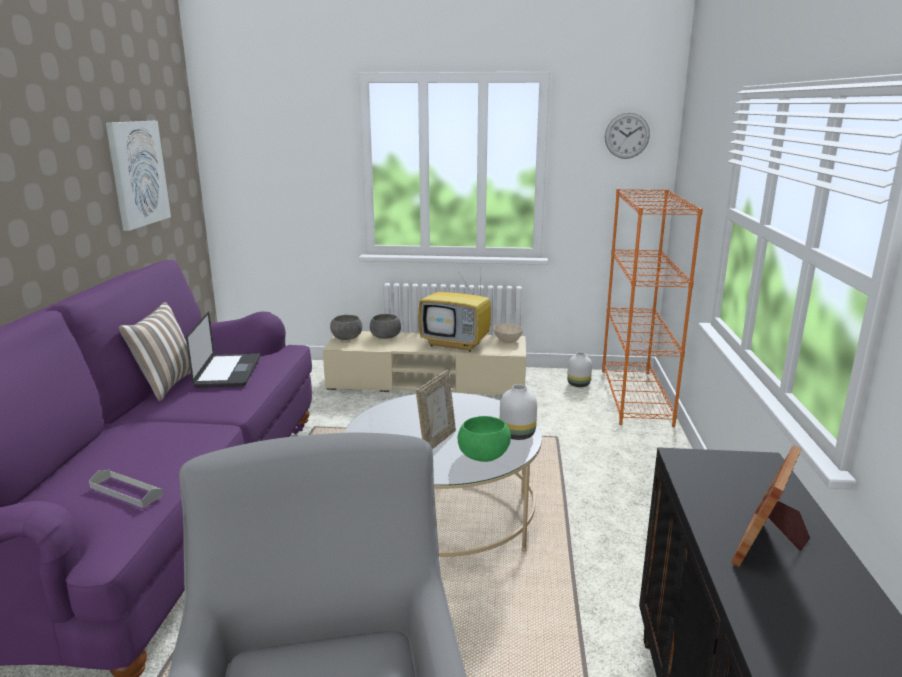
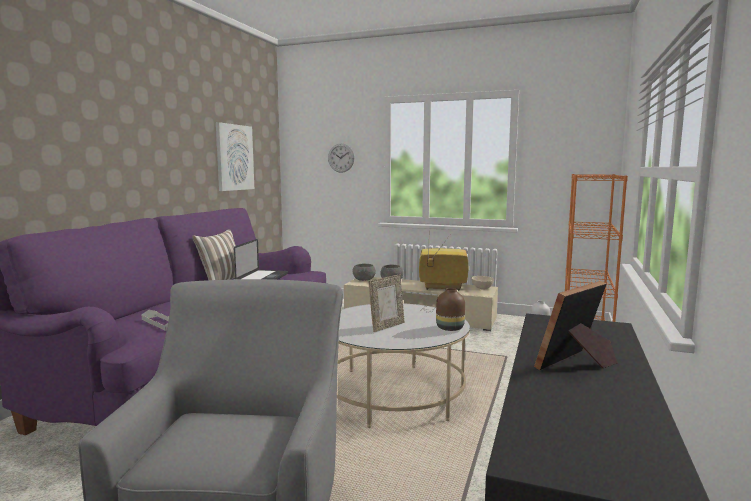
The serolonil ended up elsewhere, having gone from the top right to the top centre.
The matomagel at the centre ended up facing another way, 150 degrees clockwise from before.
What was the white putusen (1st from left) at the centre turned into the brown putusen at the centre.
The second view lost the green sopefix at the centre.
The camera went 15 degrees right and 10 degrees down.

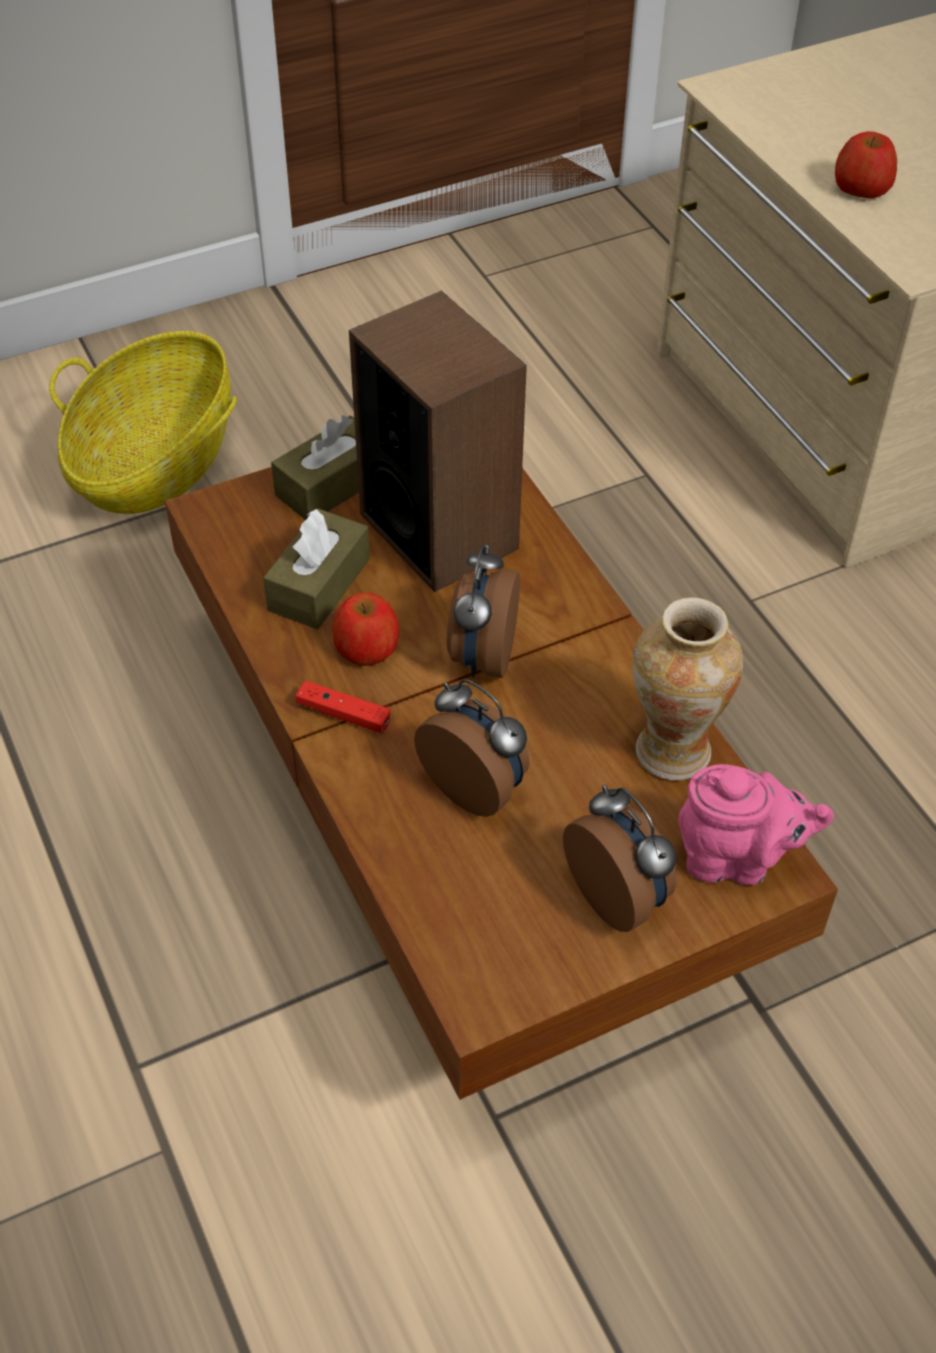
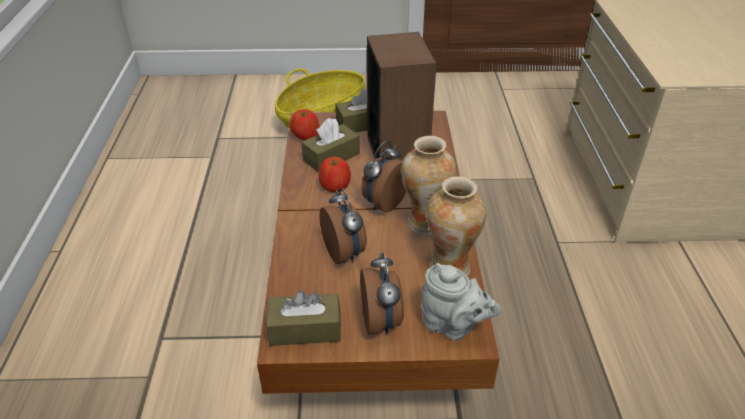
The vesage (2nd from left in the first image) ended up elsewhere, having gone from the top right to the top centre.
The second view lost the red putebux at the centre.
What was the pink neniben at the middle right turned into the grey neniben at the bottom centre.
The second view gained the putusen (1st from left) at the centre.
The second view gained the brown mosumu (1st from left) at the bottom centre.
The camera went 25 degrees right and 10 degrees down.

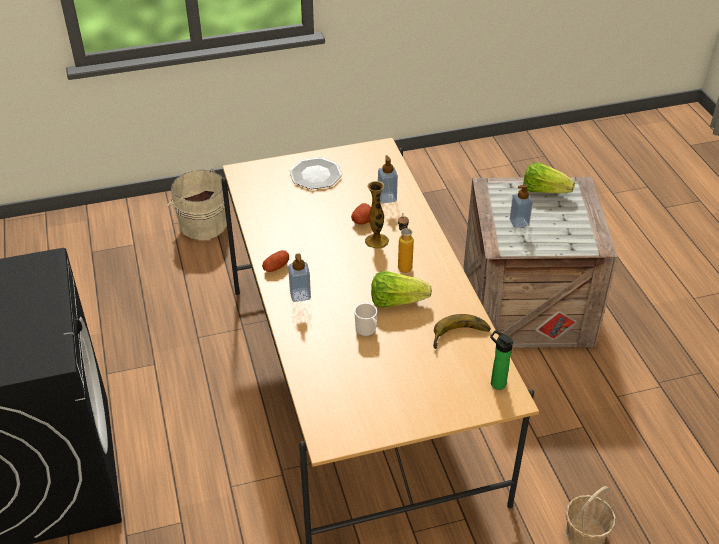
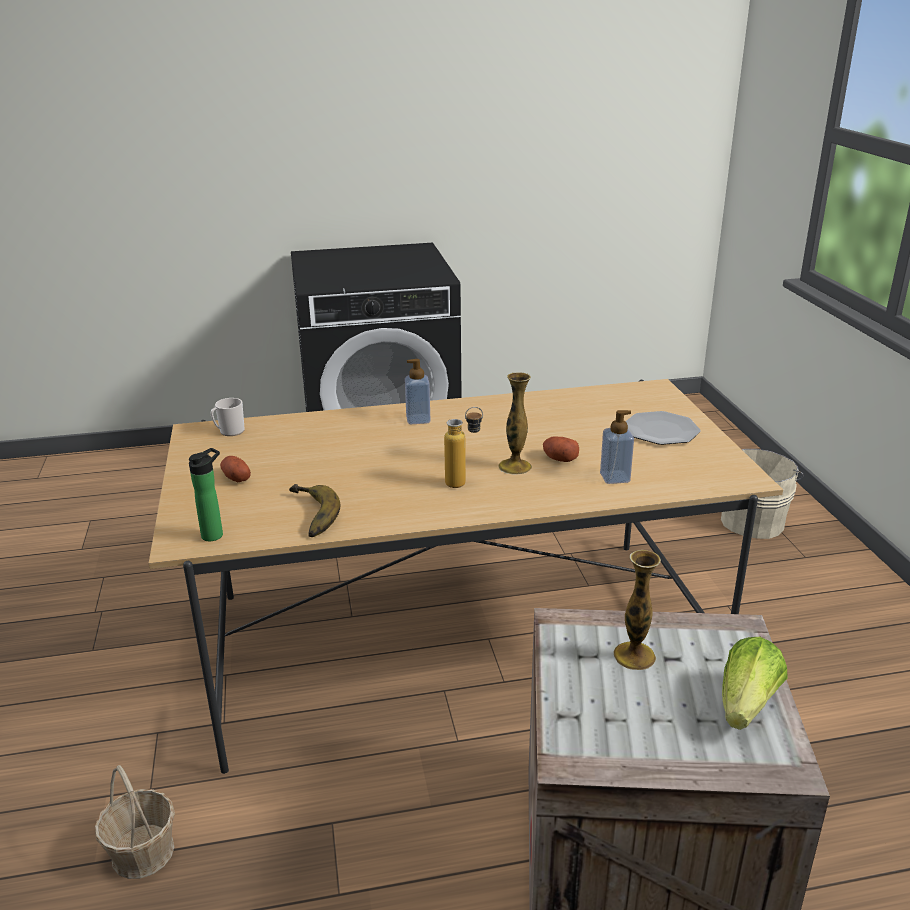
Where the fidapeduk (3rd from left) stood at the middle right, the putusen (2nd from left) came to stand at the bottom right.
The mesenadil (1st from left) ended up elsewhere, having gone from the centre to the middle left.
The second view lost the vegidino (1st from left) at the centre.
The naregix ended up elsewhere, having gone from the centre to the middle left.
The camera went 95 degrees right and 15 degrees down.

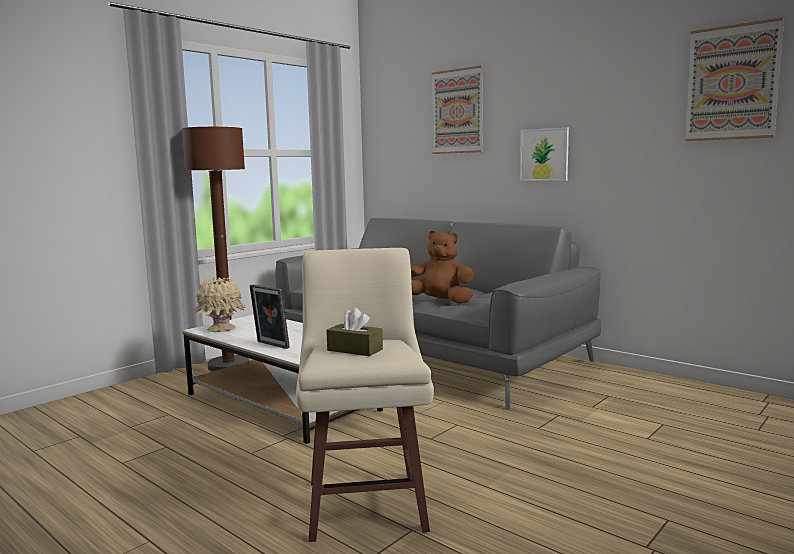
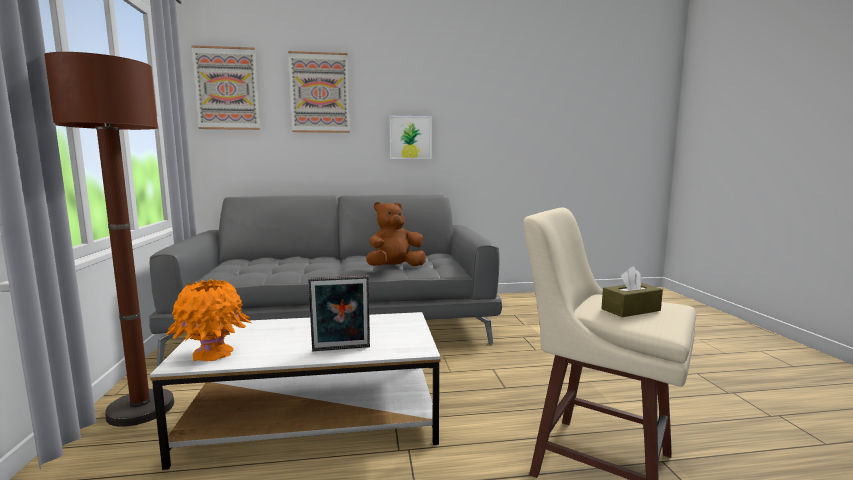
The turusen (3rd from left in the first image) ended up elsewhere, having gone from the top right to the top left.
What was the beige putusen at the middle left turned into the orange putusen at the bottom left.
The camera went 50 degrees left and 0 degrees up.

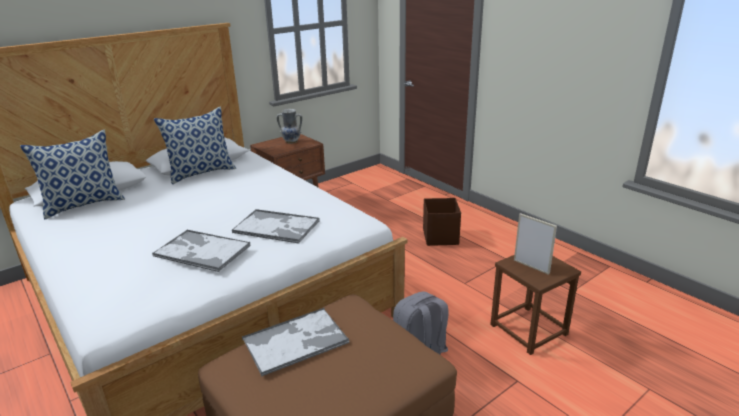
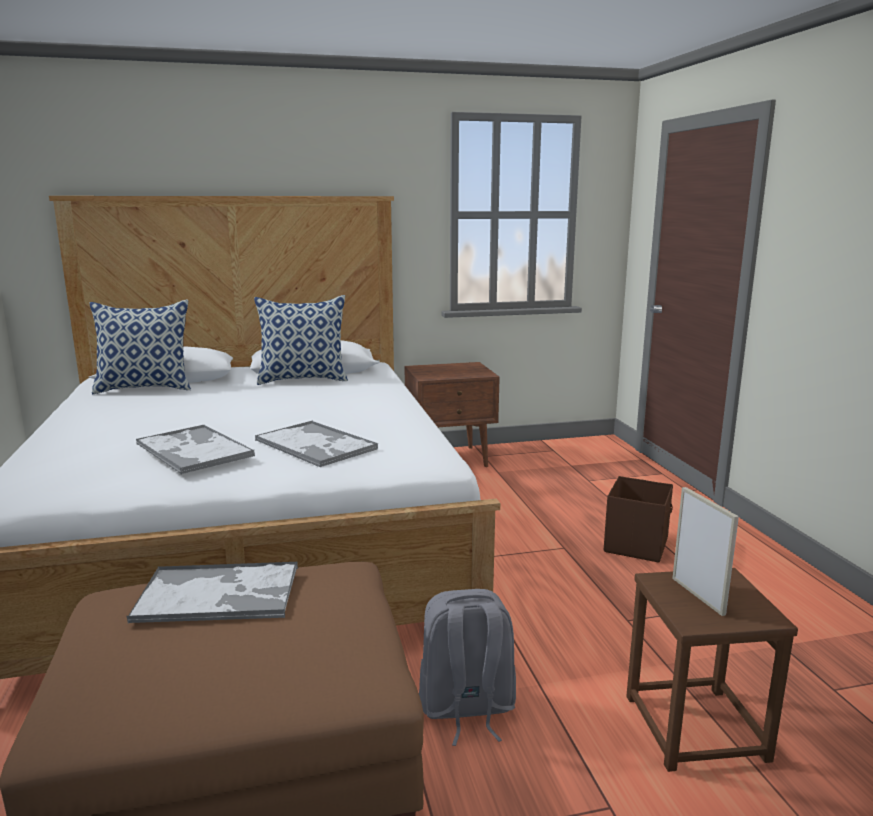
The second view lost the putusen at the top centre.
The camera went 25 degrees right and 10 degrees down.

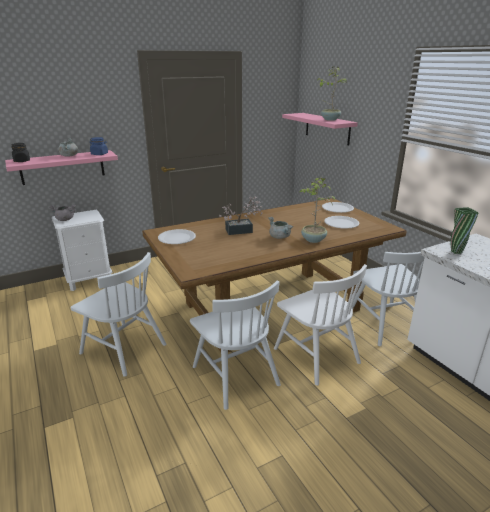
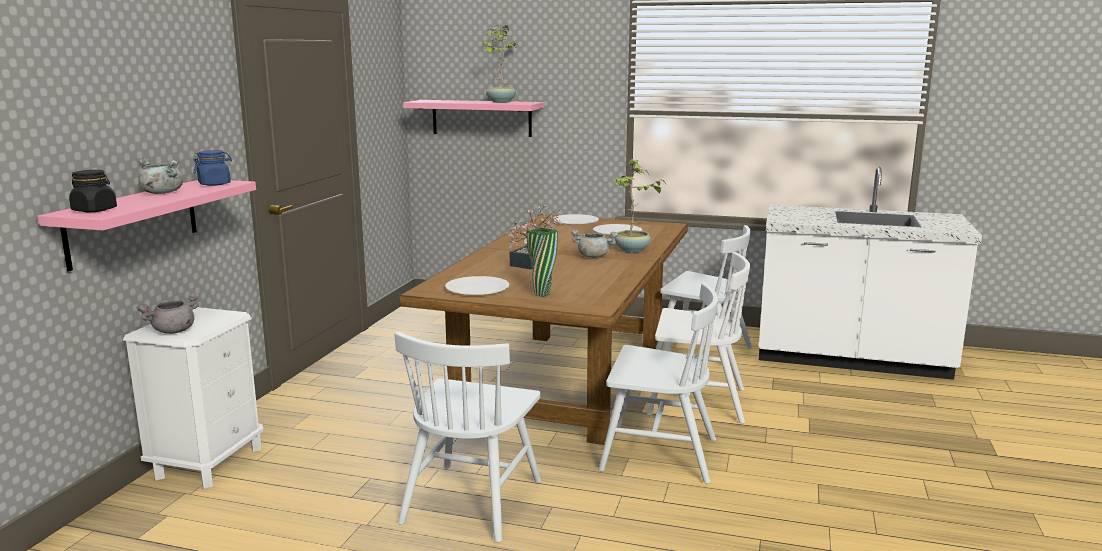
The green putusen ended up elsewhere, having gone from the middle right to the centre.
The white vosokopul (1st from left) at the middle left ended up facing another way, 120 degrees clockwise from before.
The camera went 45 degrees left and 10 degrees down.

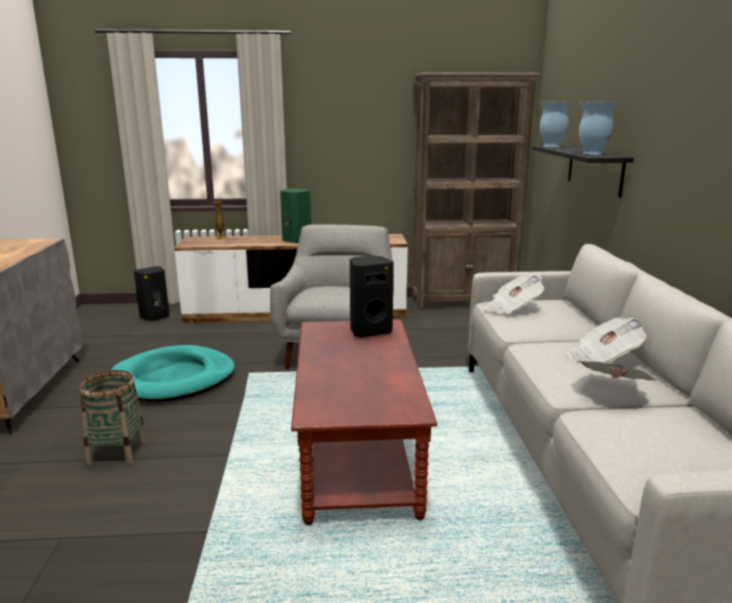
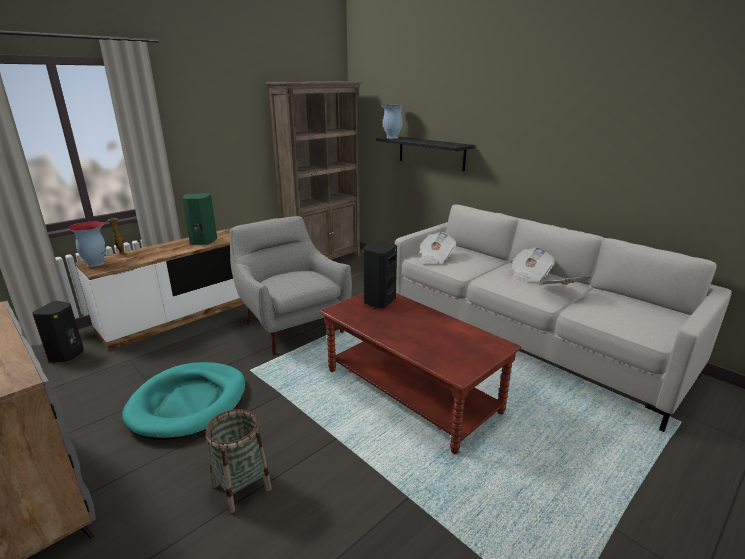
The putusen (3rd from left in the first image) ended up elsewhere, having gone from the top right to the middle left.
The camera went 40 degrees left and 5 degrees up.

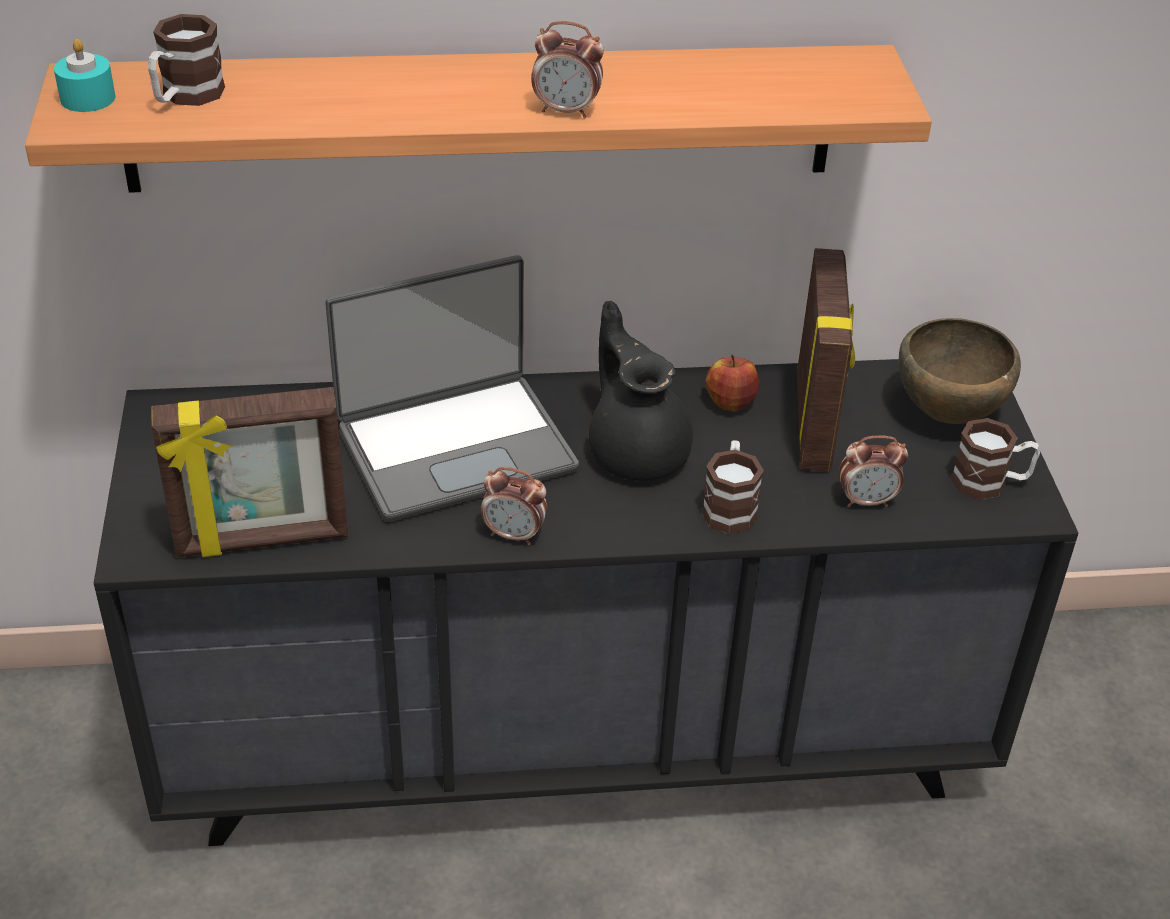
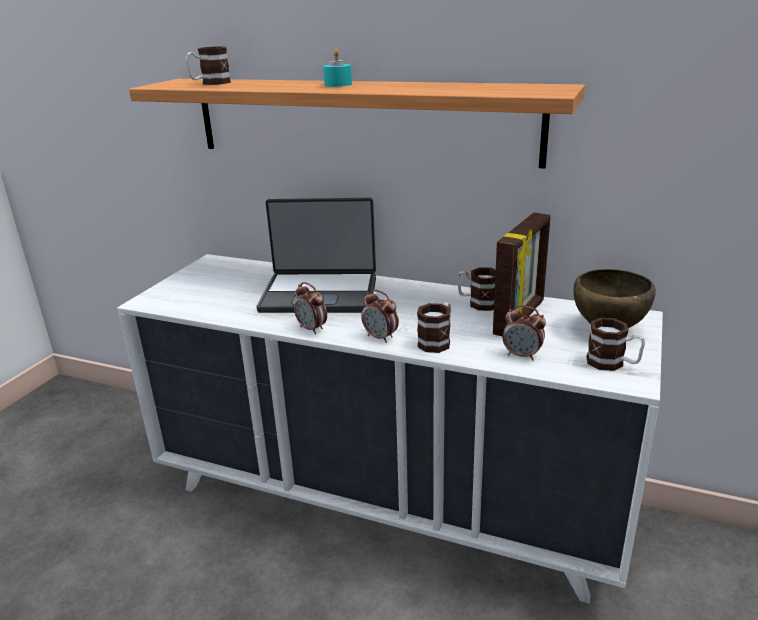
The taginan (2nd from left) ended up elsewhere, having gone from the top centre to the centre.
The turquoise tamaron ended up elsewhere, having gone from the top left to the top centre.
The second view lost the black neniben at the centre.
Where the vesage stood at the centre, the naregix (3rd from left) came to stand at the centre.
What was the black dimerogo at the centre turned into the white dimerogo at the bottom centre.
The second view lost the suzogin (1st from left) at the middle left.
The camera went 30 degrees right and 15 degrees down.

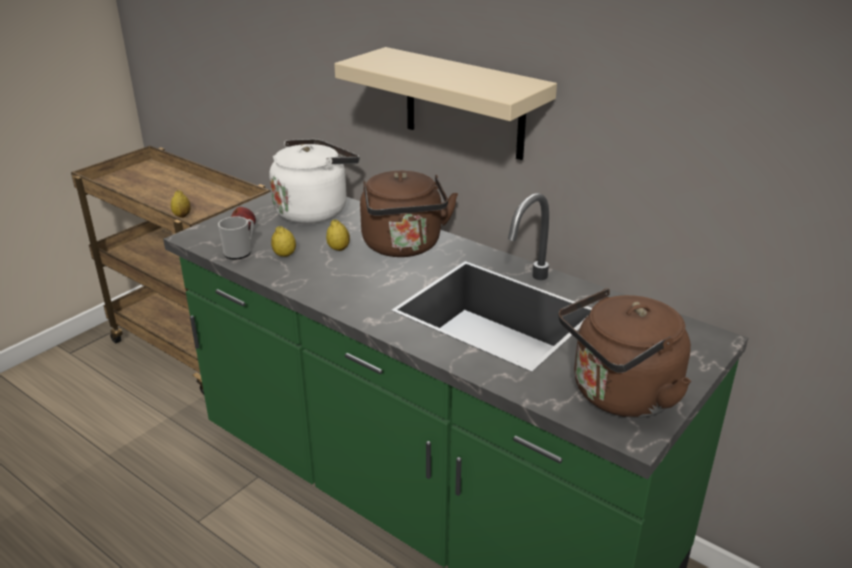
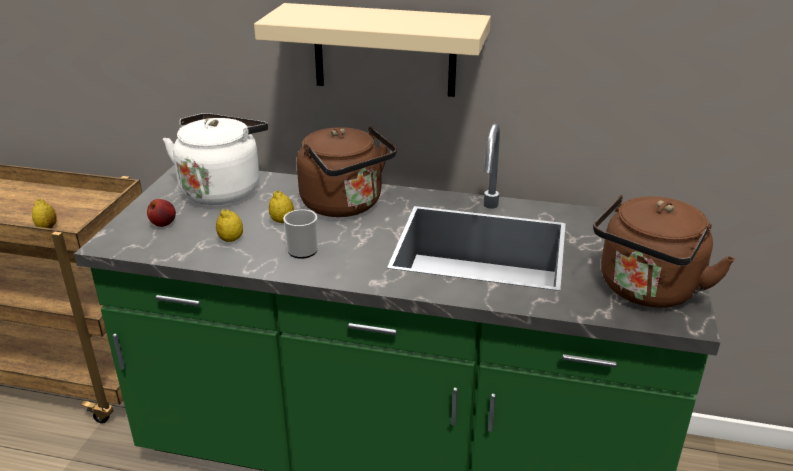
The naregix ended up elsewhere, having gone from the middle left to the centre.
The camera went 25 degrees left and 0 degrees up.

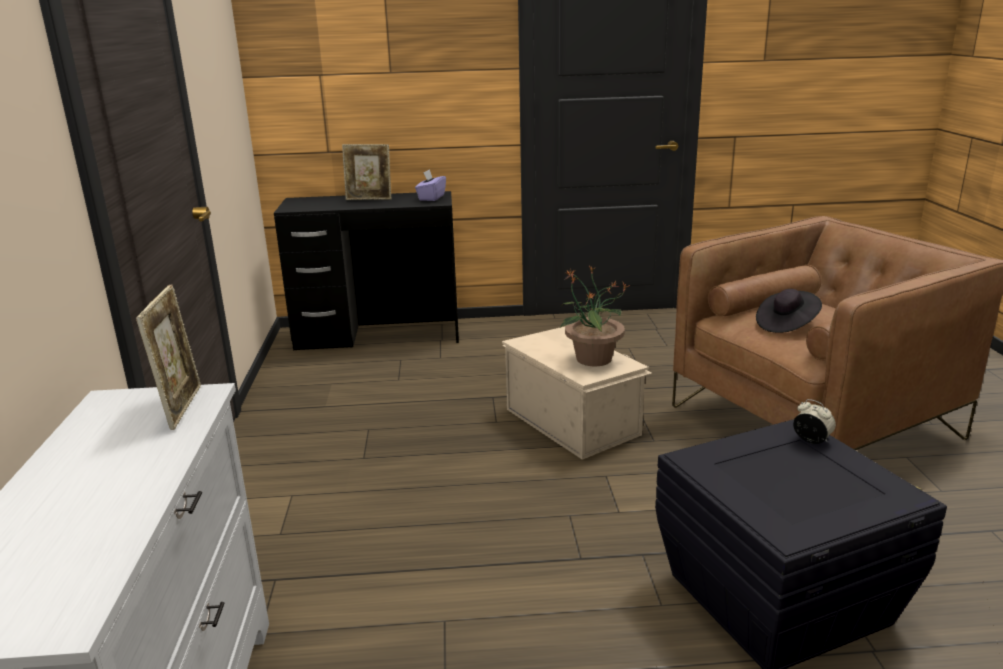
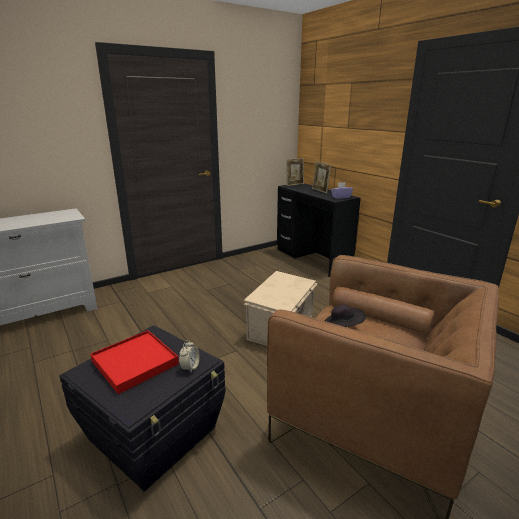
The second view lost the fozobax at the centre.
The suzogin (1st from left) ended up elsewhere, having gone from the middle left to the top centre.
The second view gained the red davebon at the bottom left.
The camera went 60 degrees right and 0 degrees up.

